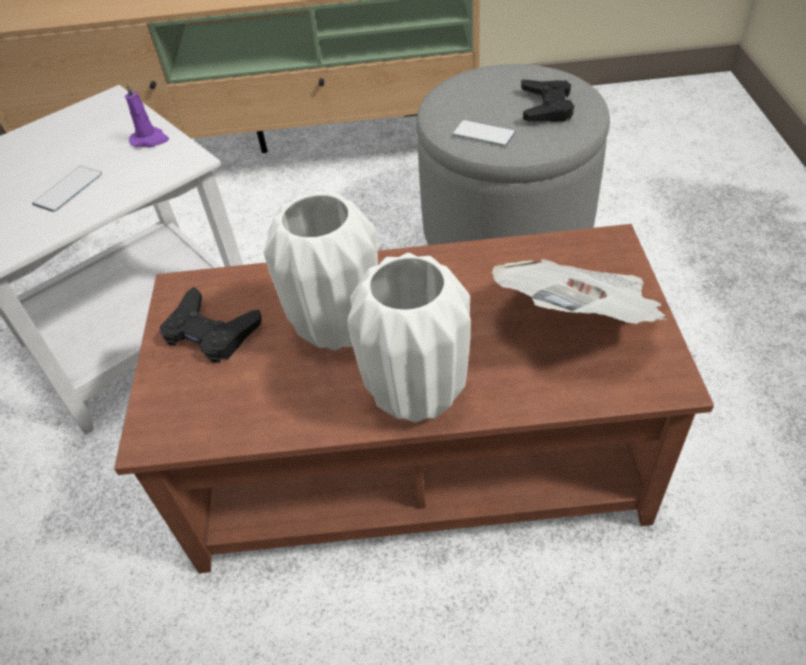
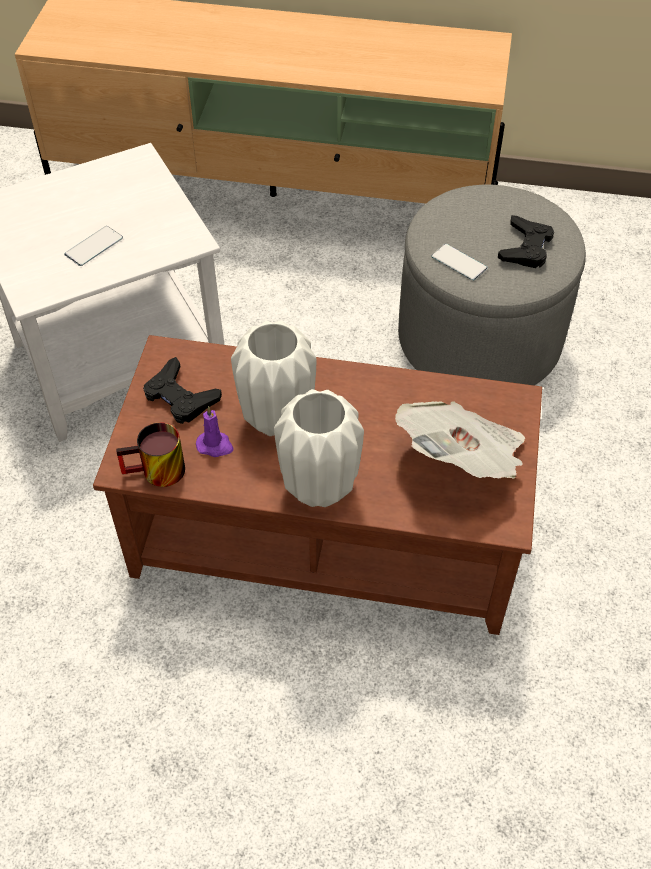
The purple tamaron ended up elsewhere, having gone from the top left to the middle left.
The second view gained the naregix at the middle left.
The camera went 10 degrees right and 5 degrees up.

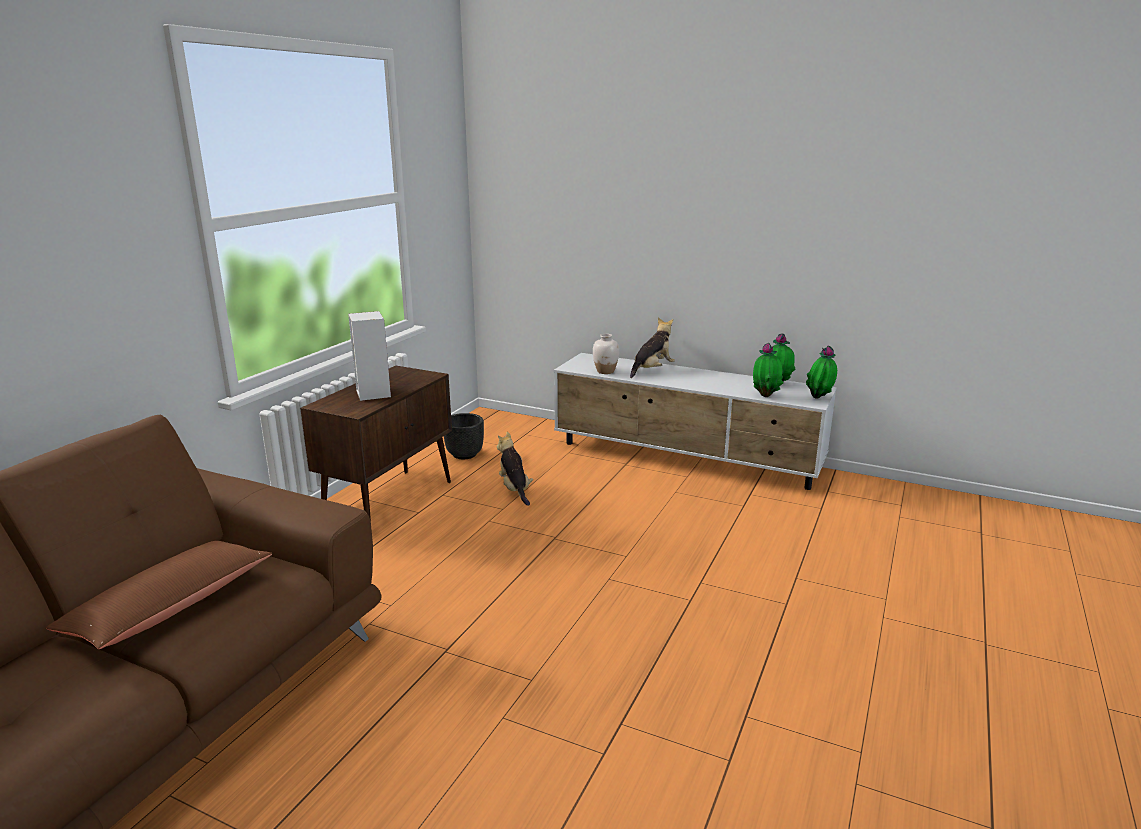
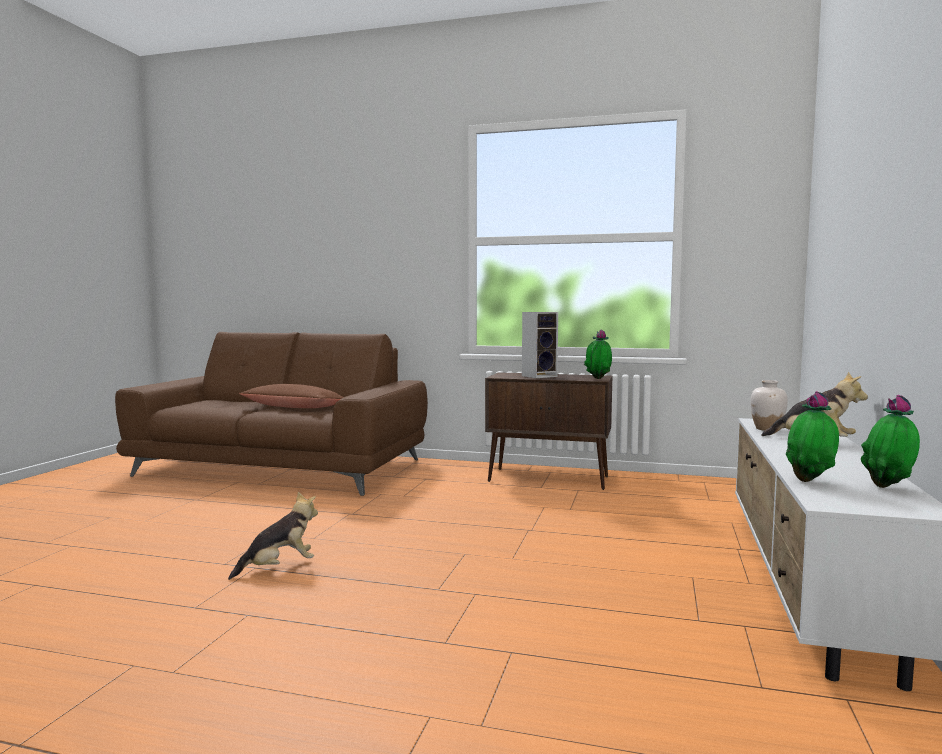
The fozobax (3rd from left in the first image) ended up elsewhere, having gone from the middle right to the centre.
The second view lost the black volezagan at the centre.
The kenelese (1st from left) ended up elsewhere, having gone from the centre to the bottom left.
The camera went 80 degrees right and 15 degrees down.

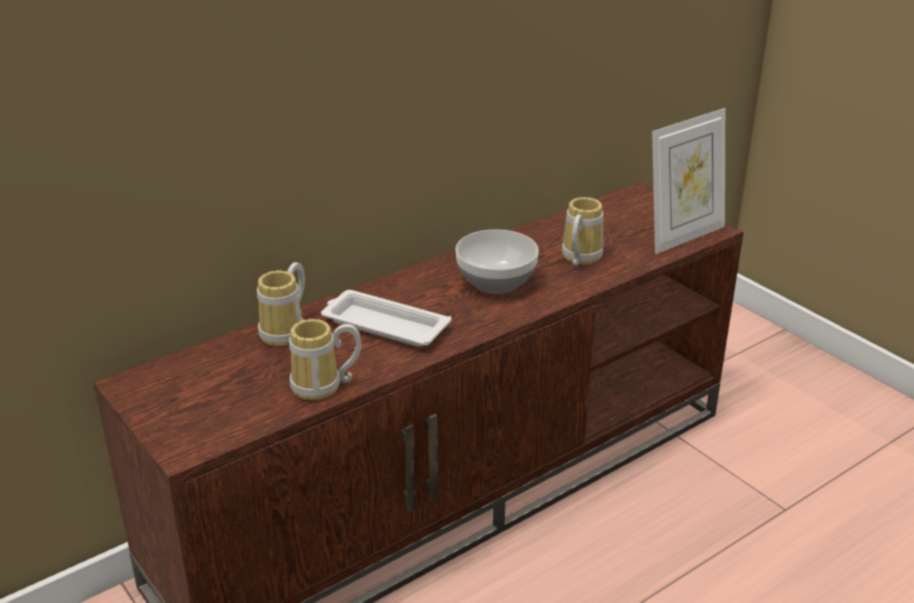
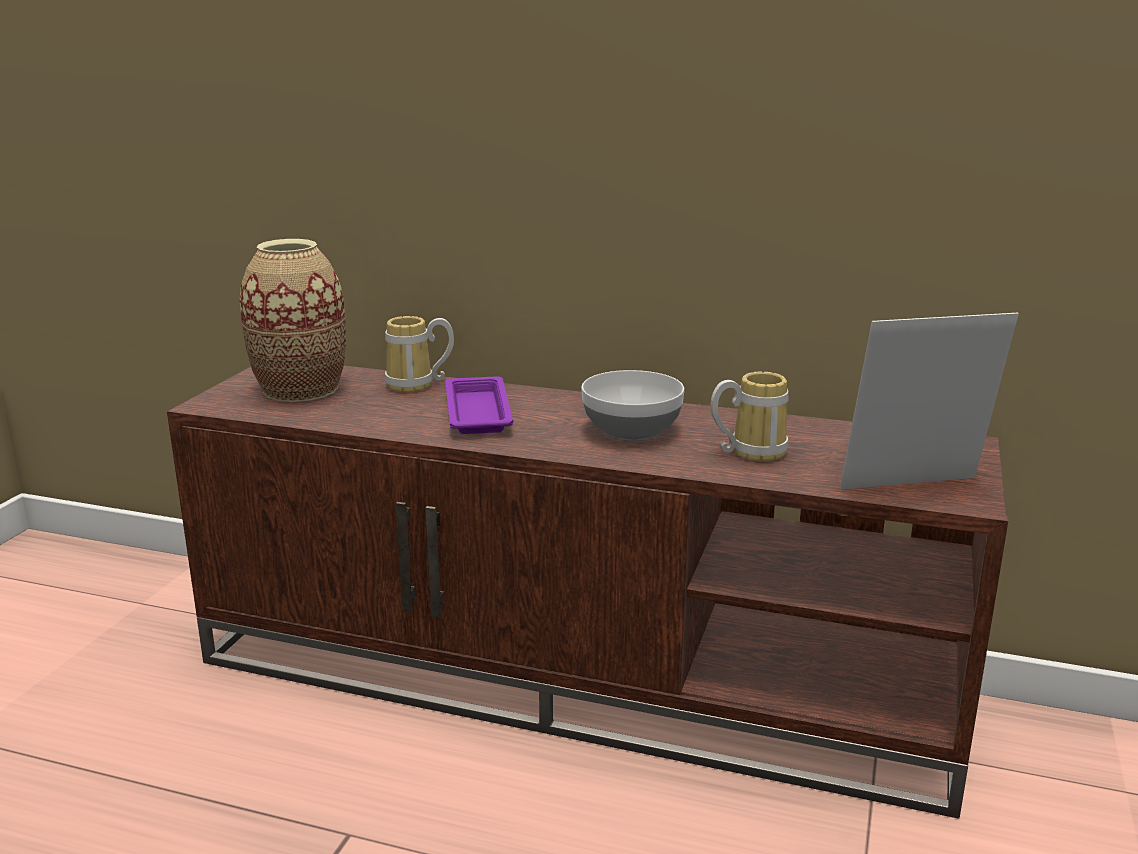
The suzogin at the top right ended up facing another way, 150 degrees clockwise from before.
What was the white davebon at the centre turned into the purple davebon at the centre.
The second view lost the naregix (2nd from left) at the centre.
The second view gained the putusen at the middle left.
The camera went 55 degrees right and 10 degrees down.

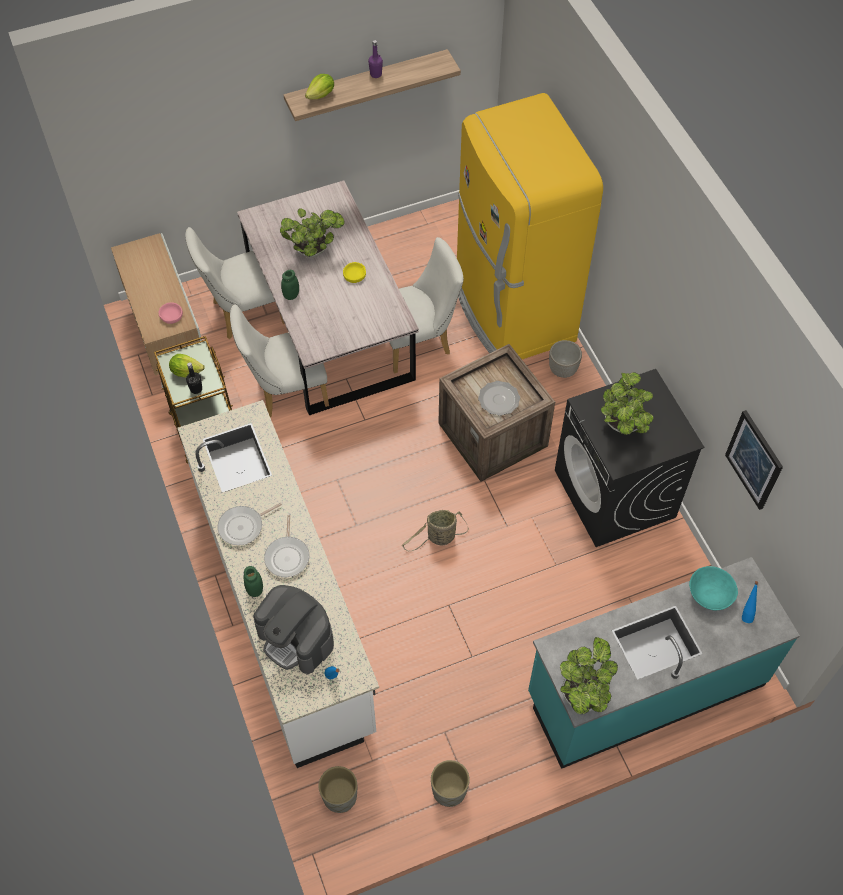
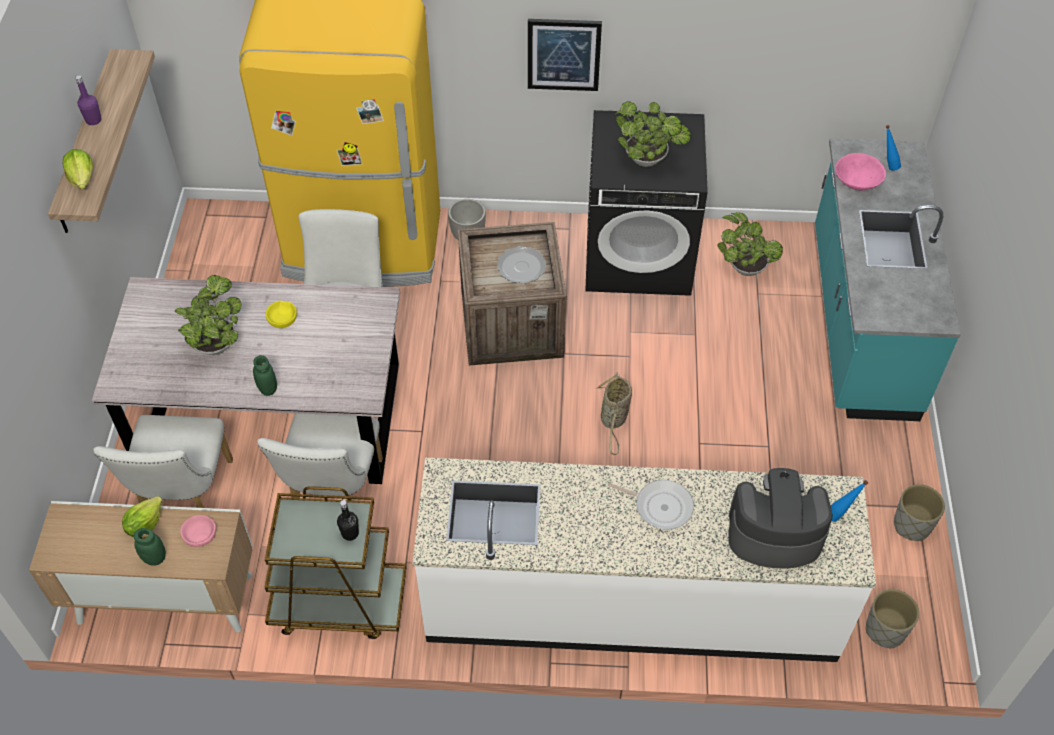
The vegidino (1st from left in the first image) ended up elsewhere, having gone from the middle left to the bottom left.
The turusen ended up elsewhere, having gone from the middle right to the top centre.
The second view lost the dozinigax (1st from left) at the middle left.
The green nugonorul (1st from left) ended up elsewhere, having gone from the middle left to the bottom left.
What was the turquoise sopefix at the middle right turned into the pink sopefix (2nd from left) at the top right.
The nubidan at the bottom centre ended up facing another way, 150 degrees counterclockwise from before.
The fozobax (2nd from left in the first image) ended up elsewhere, having gone from the bottom right to the top right.
The camera went 65 degrees left and 5 degrees down.

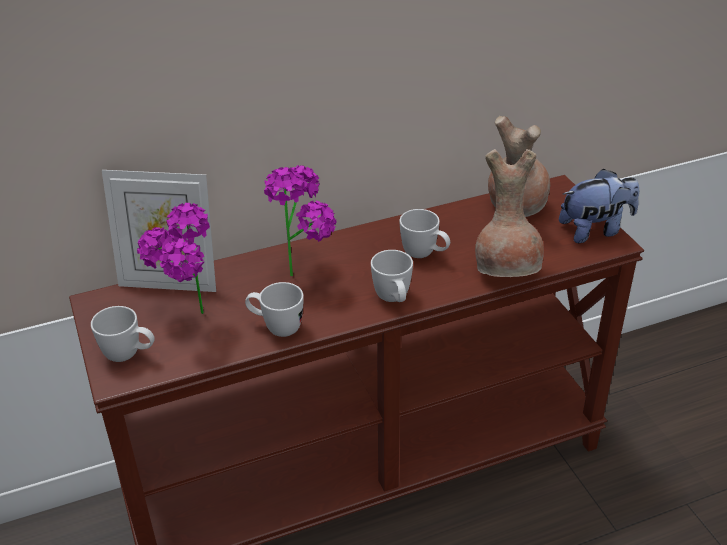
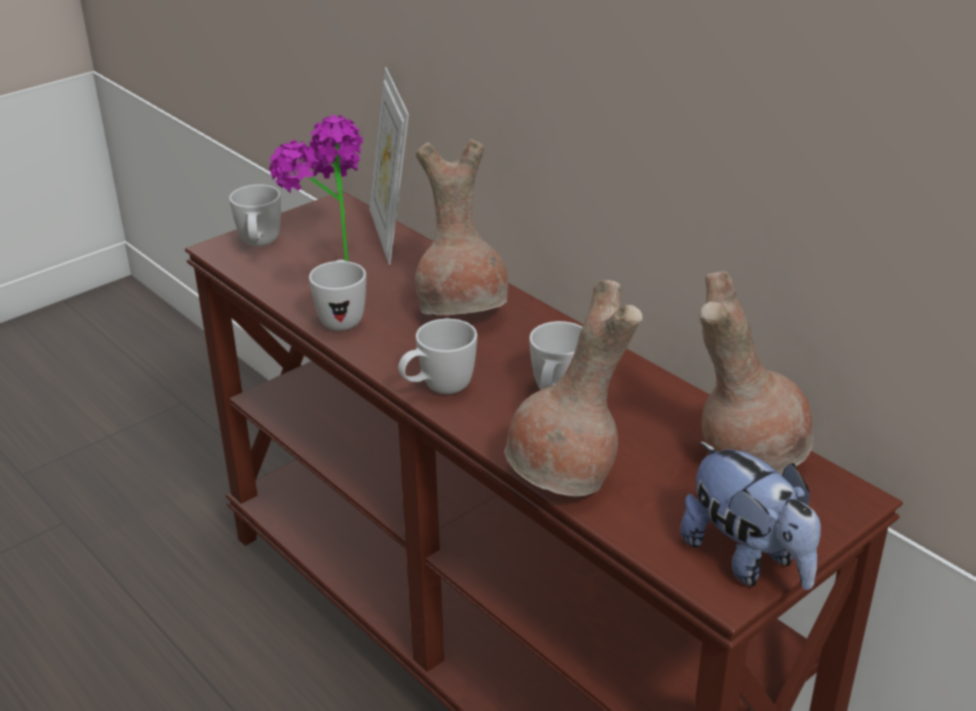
Where the fozobax (2nd from left) stood at the centre, the brown putusen (1st from left) came to stand at the top centre.
The camera went 70 degrees right and 5 degrees down.

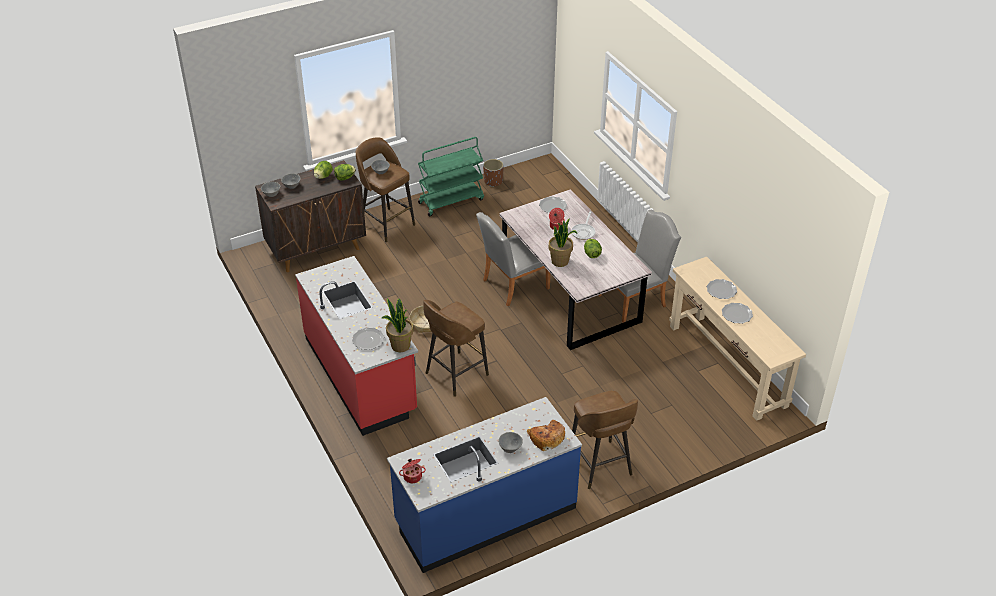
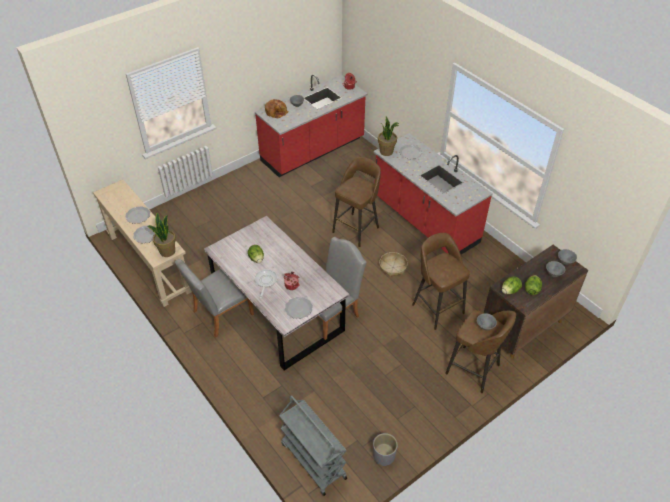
The second view lost the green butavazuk at the top centre.
What was the brown volezagan at the top centre turned into the grey volezagan at the bottom centre.
The fozobax (2nd from left in the first image) ended up elsewhere, having gone from the centre to the middle left.
The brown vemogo (3rd from left in the first image) ended up elsewhere, having gone from the bottom centre to the centre.
What was the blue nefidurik at the bottom centre turned into the red nefidurik (1st from left) at the top centre.
The second view gained the grey butavazuk at the bottom centre.
The camera went 170 degrees right and 5 degrees up.

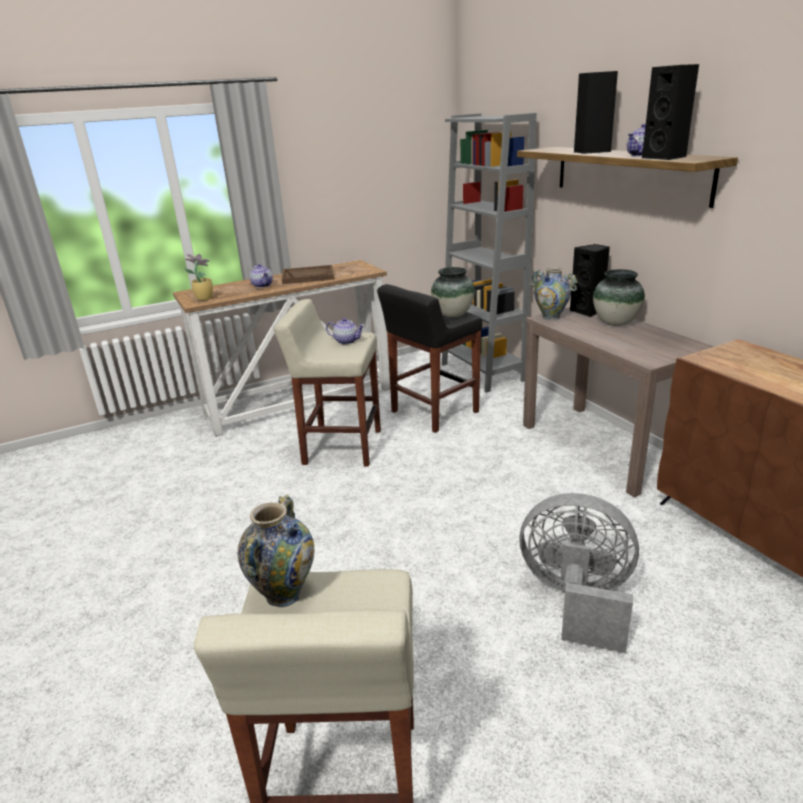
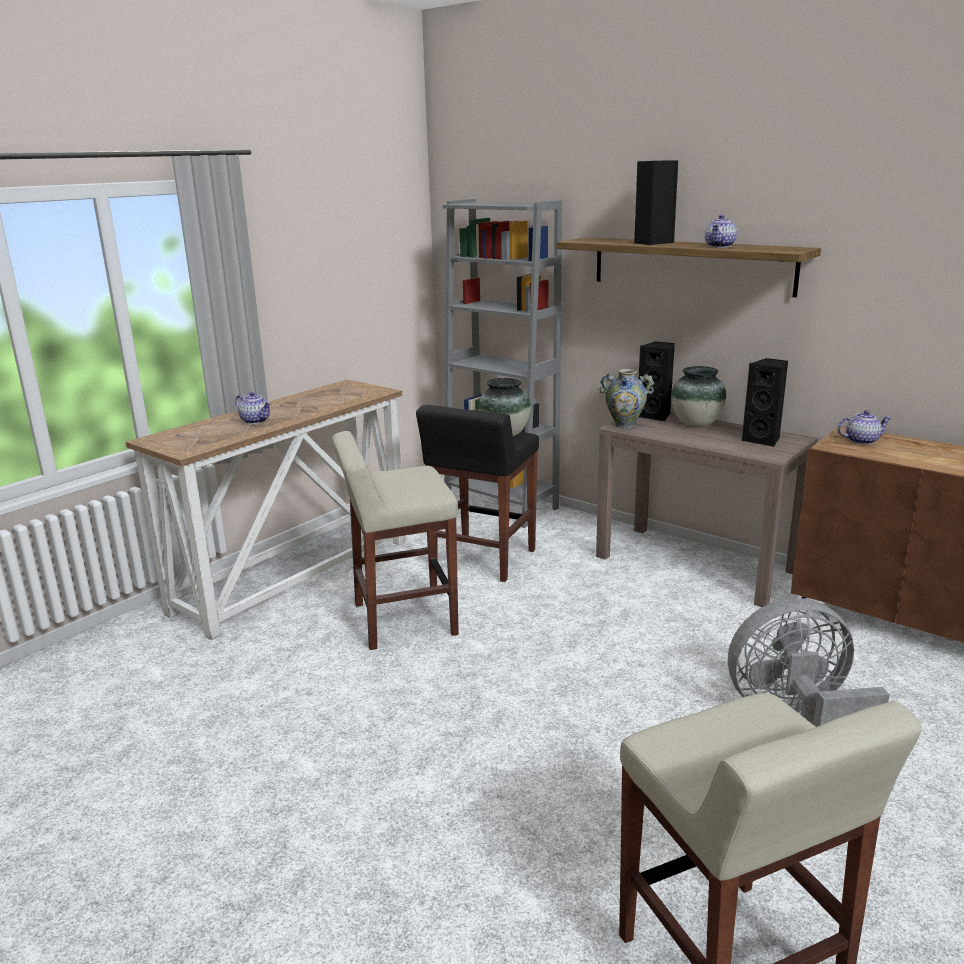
The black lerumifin (3rd from left) ended up elsewhere, having gone from the top right to the middle right.
The second view lost the fozobax at the middle left.
The second view lost the brown davebon at the centre.
The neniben (2nd from left in the first image) ended up elsewhere, having gone from the centre to the middle right.
The second view lost the putusen (1st from left) at the bottom centre.
The camera went 25 degrees left and 5 degrees down.

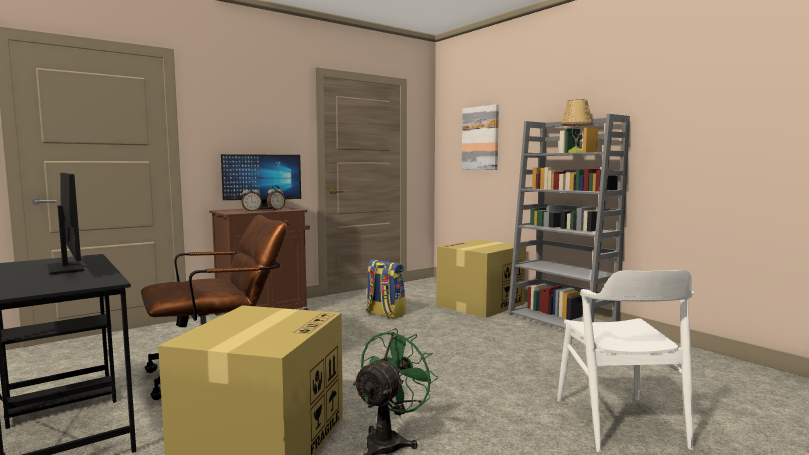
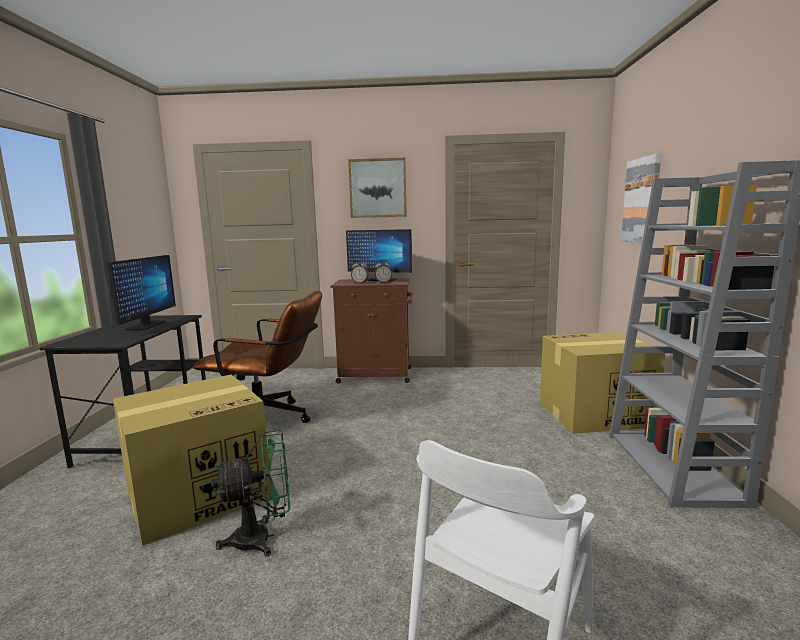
The second view lost the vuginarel at the top right.
The second view lost the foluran at the centre.
The second view gained the turusen (1st from left) at the top centre.
The camera went 40 degrees right and 5 degrees up.

